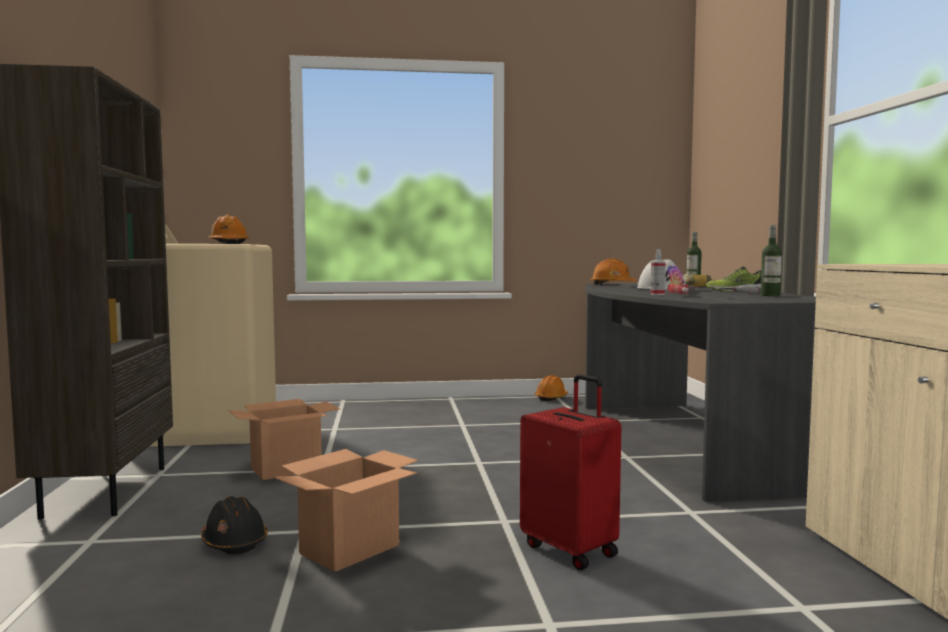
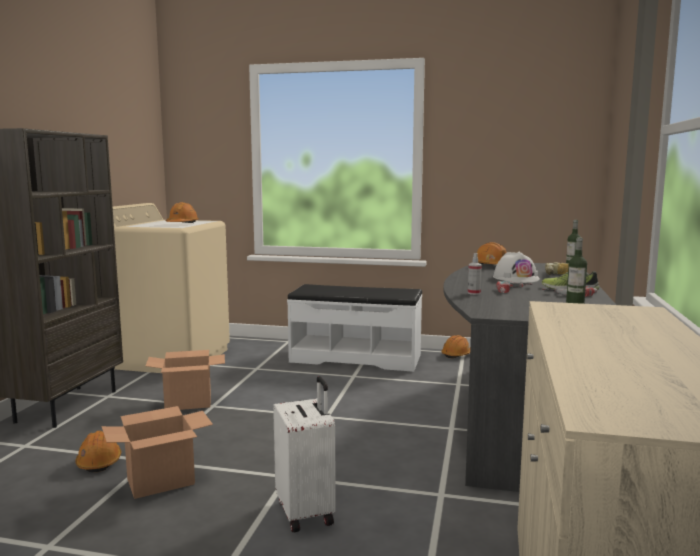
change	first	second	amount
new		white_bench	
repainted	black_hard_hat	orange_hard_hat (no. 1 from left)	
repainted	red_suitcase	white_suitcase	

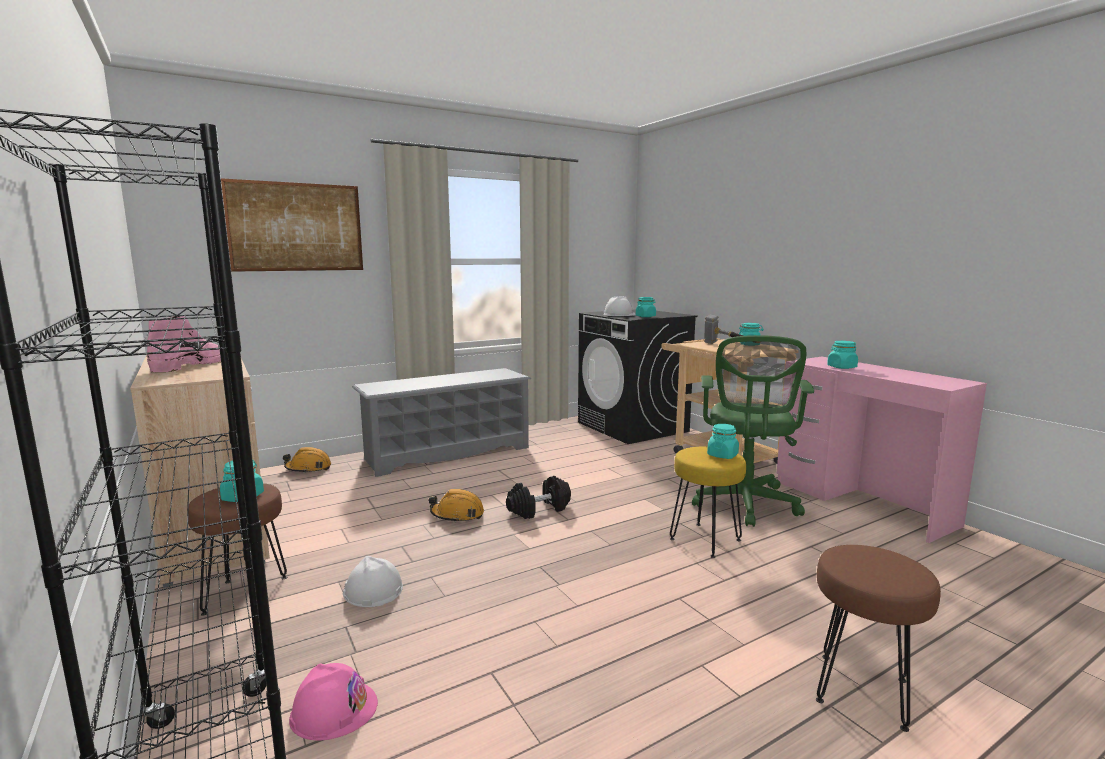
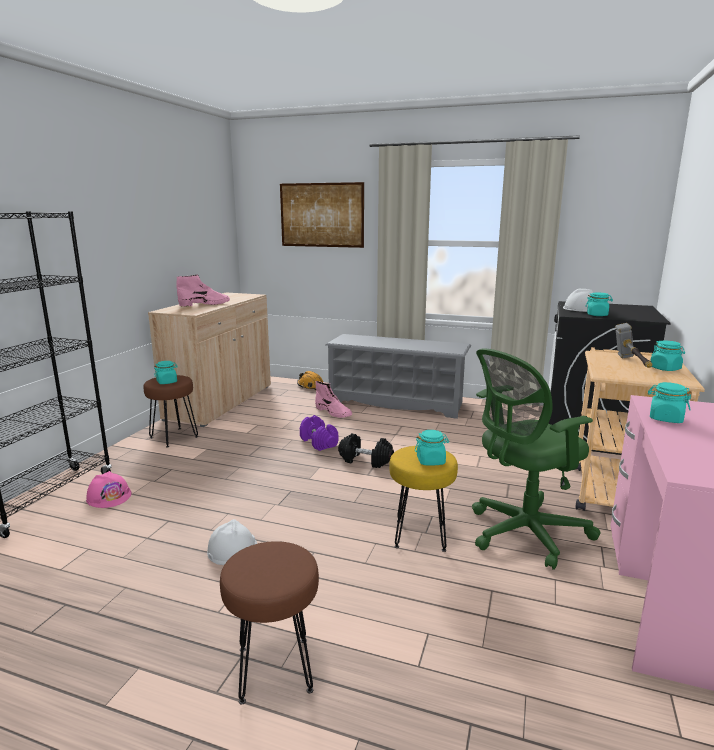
change	first	second	amount
new		pink_boot (no. 2 from left)	
shifted	white_hard_hat (no. 1 from left)		
swapped	orange_hard_hat (no. 2 from left)	purple_dumbbell	

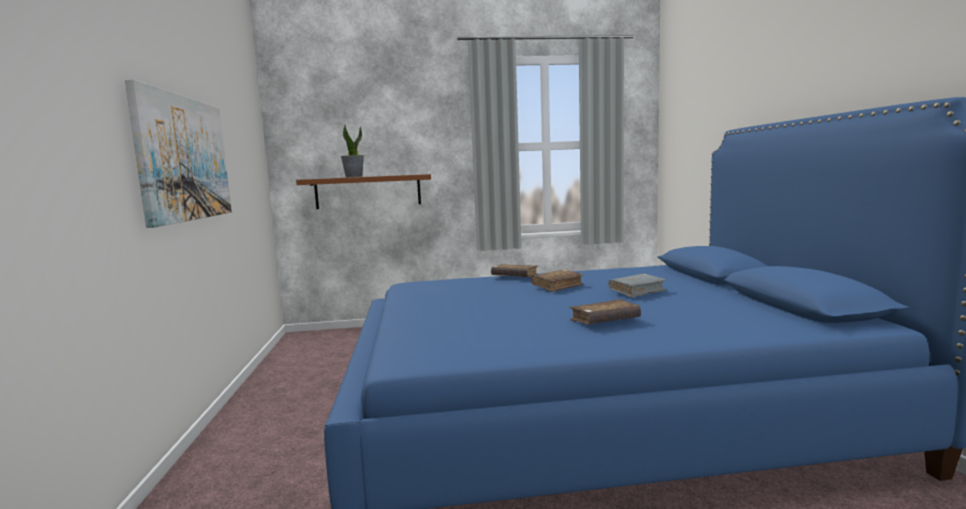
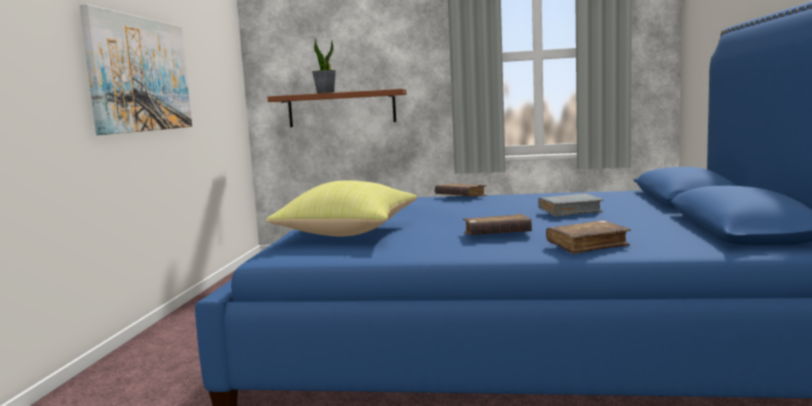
change	first	second	amount
new		yellow_pillow	
shifted	brown_book (no. 2 from left in the first image)	brown_book (no. 3 from left)	

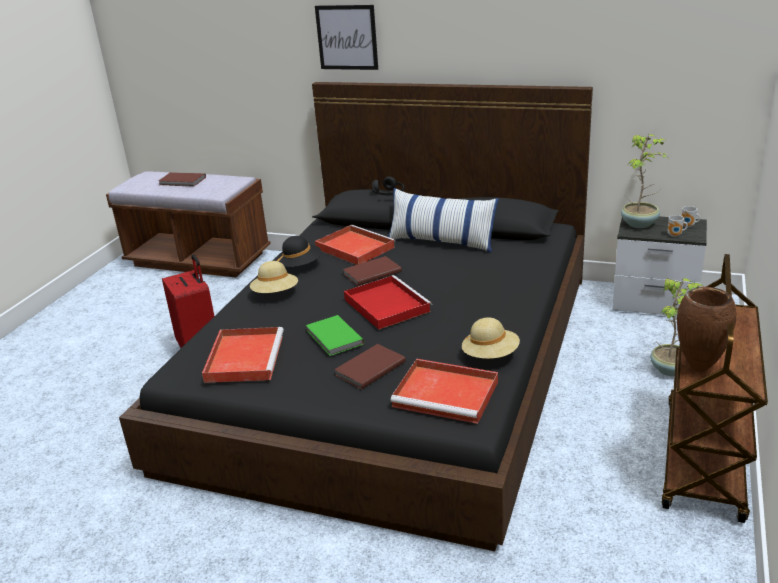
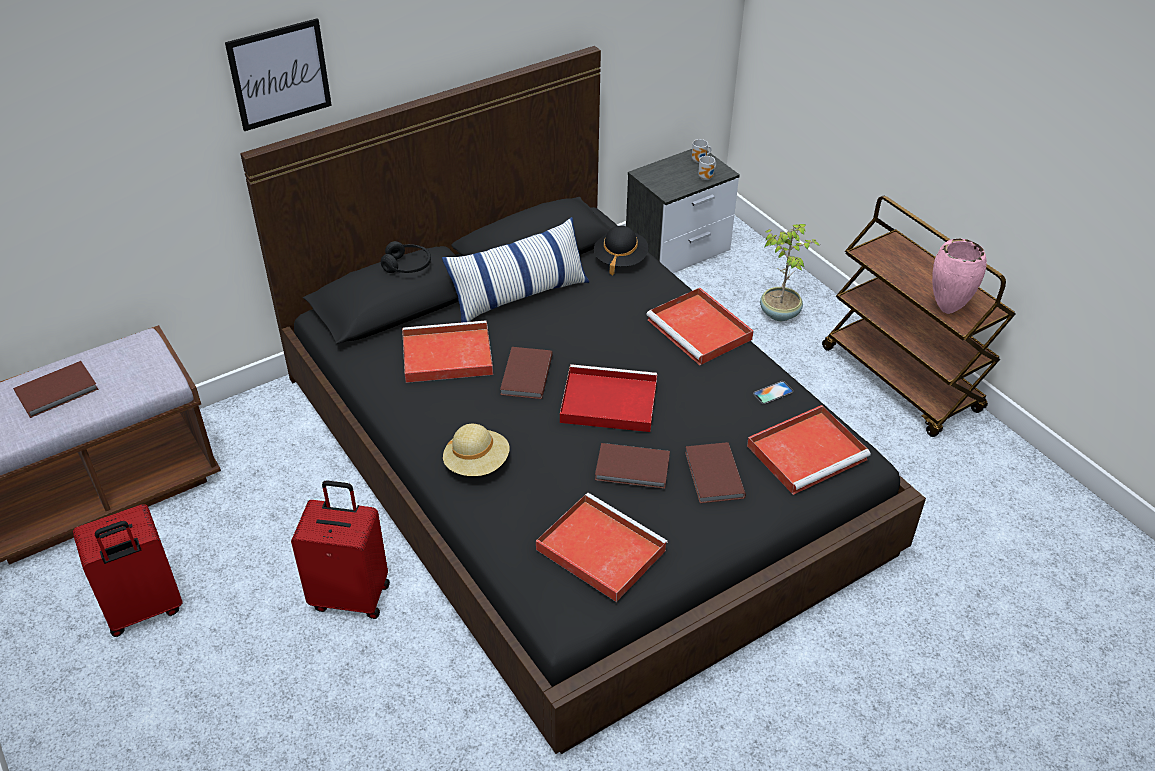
change	first	second	amount
gone	potted_plant (no. 1 from left)		
new		red_suitcase (no. 1 from left)	
new		red_tray (no. 4 from left)	
shifted	black_hat		
swapped	beige_hat (no. 2 from left)	phone	
repainted	green_book	brown_book (no. 3 from left)	
repainted	brown_vase	pink_vase	

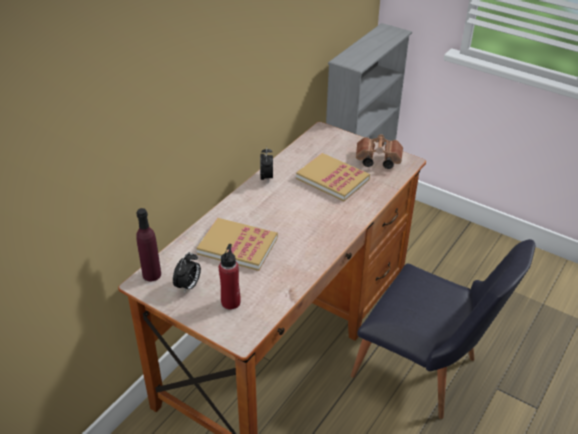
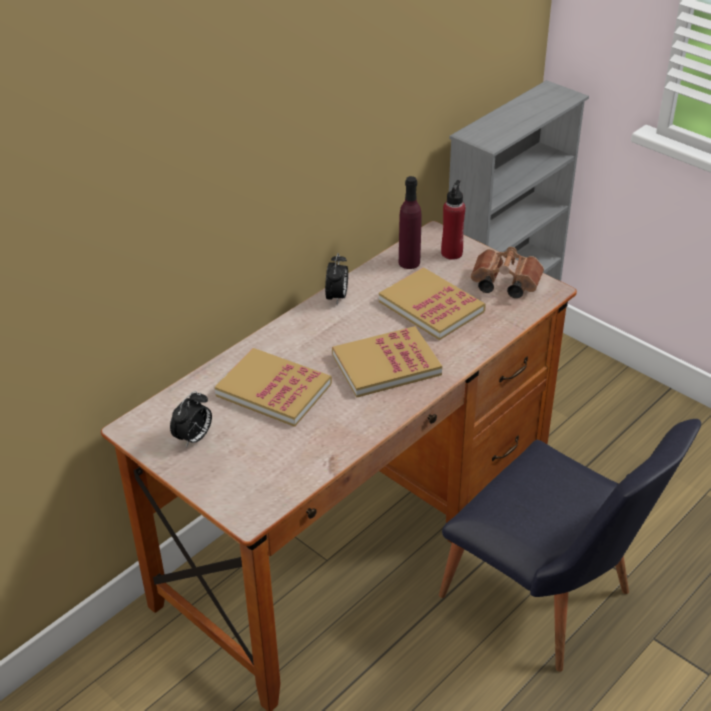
change	first	second	amount
new		book (no. 2 from left)	
shifted	purple_bottle		
shifted	red_bottle		

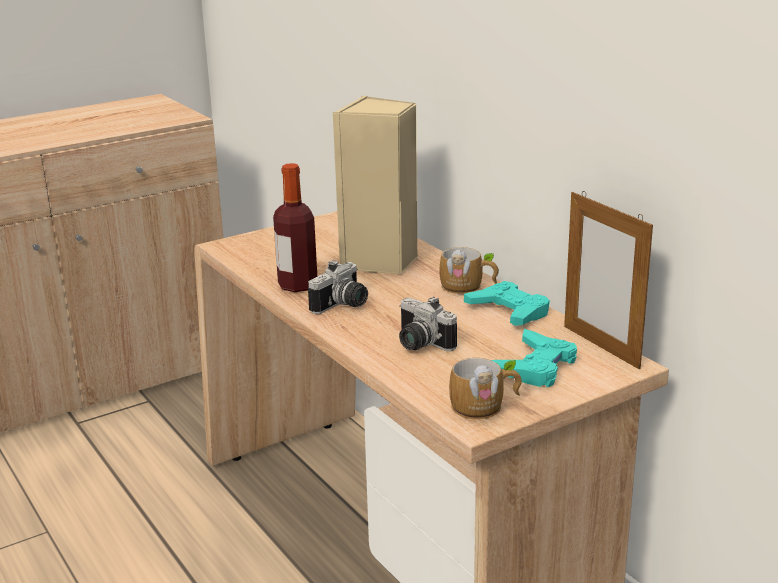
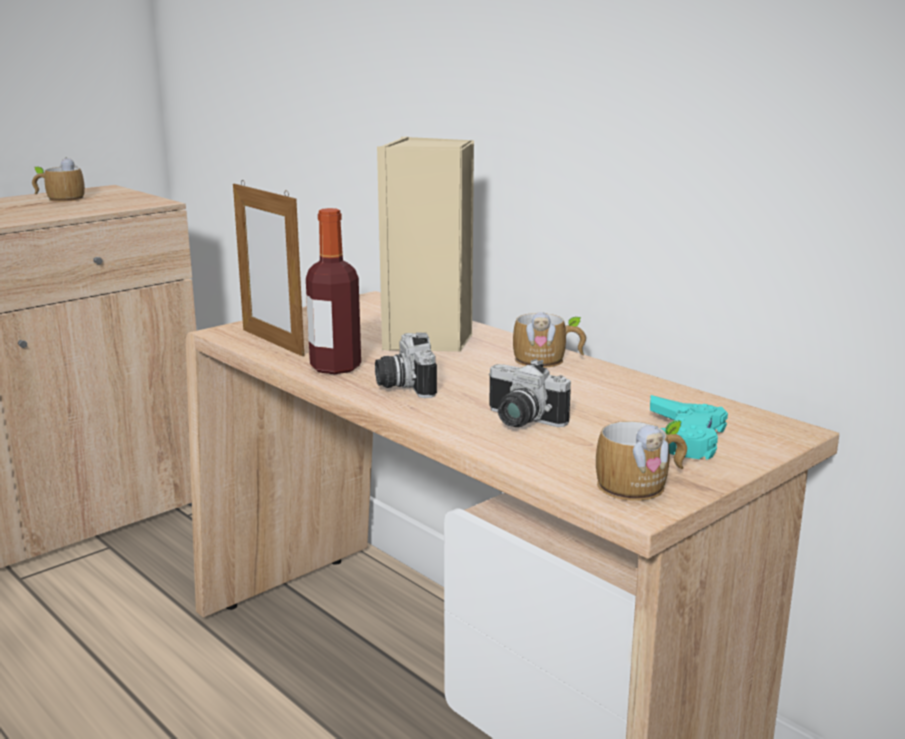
change	first	second	amount
gone	turquoise_game_controller (no. 1 from left)		
new		mug (no. 1 from left)	
shifted	picture_frame		
rotated	photo_camera (no. 1 from left)		135 degrees clockwise

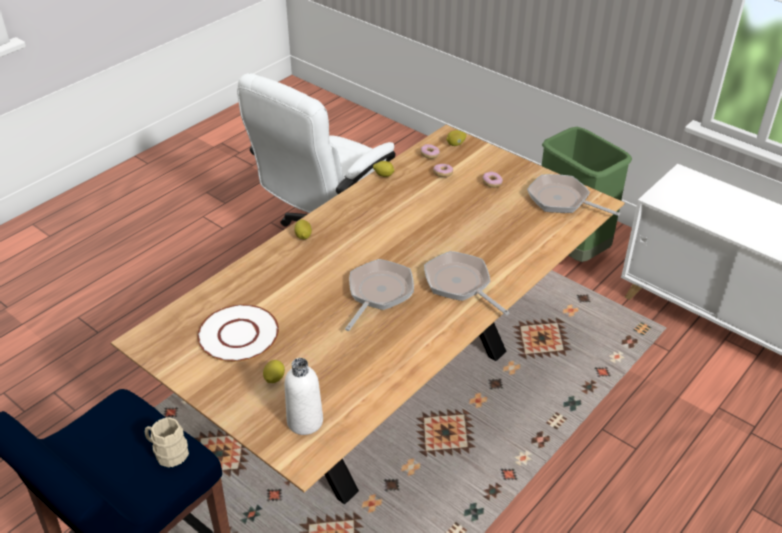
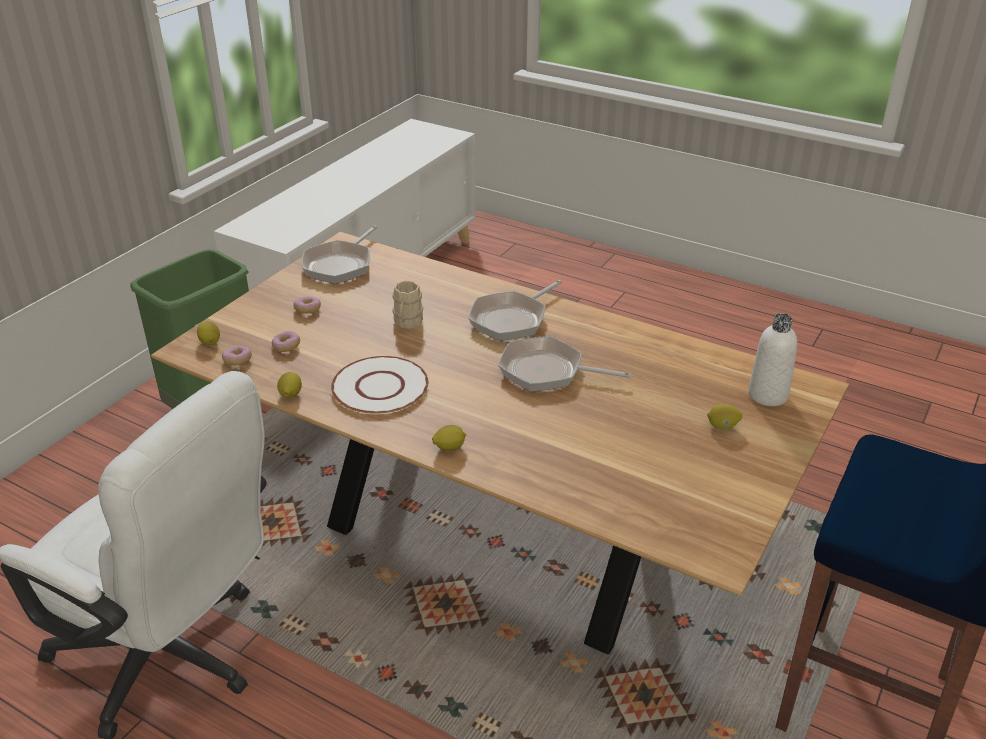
change	first	second	amount
shifted	beige_mug		
shifted	white_plate		

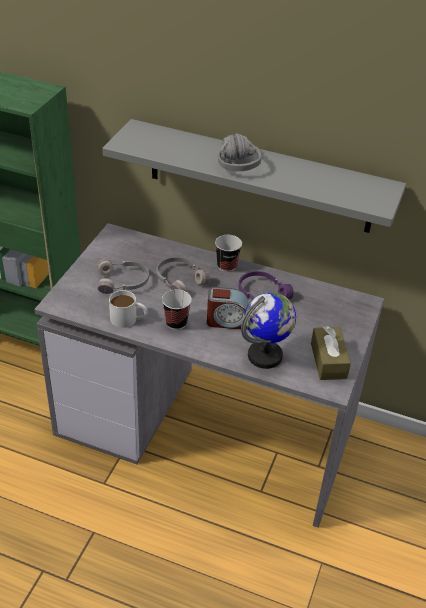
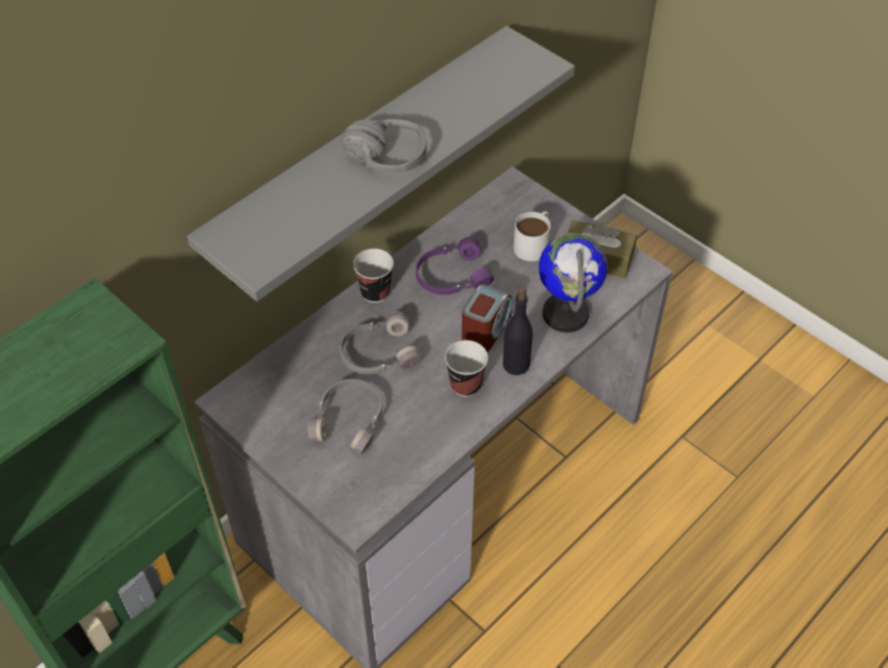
change	first	second	amount
new		black_bottle	
shifted	white_mug		

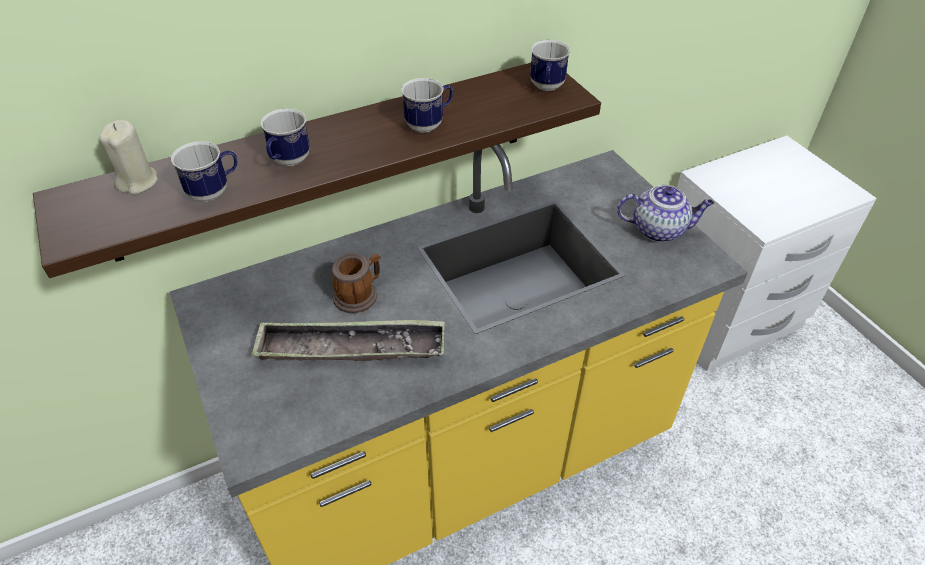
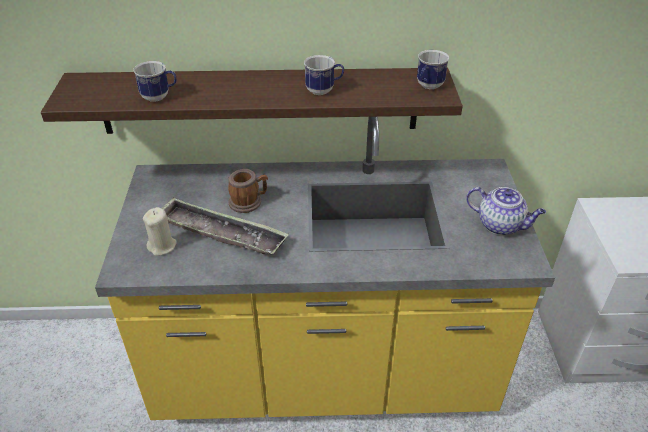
change	first	second	amount
gone	mug (no. 2 from left)		
shifted	beige_candle		

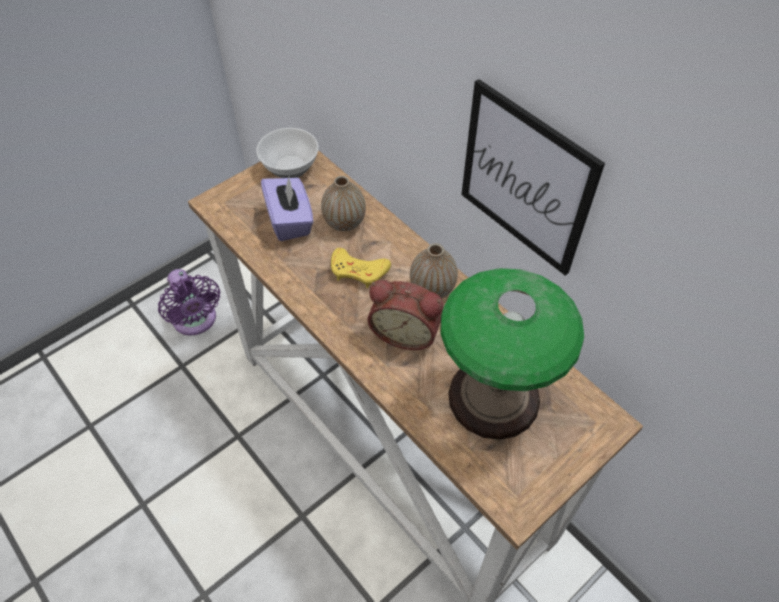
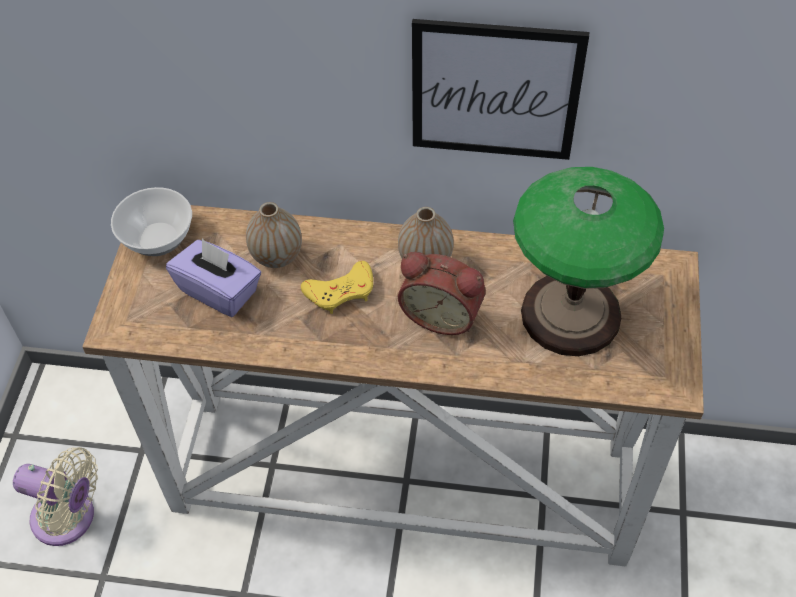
change	first	second	amount
repainted	purple_fan	beige_fan	
rotated	alarm_clock		45 degrees clockwise

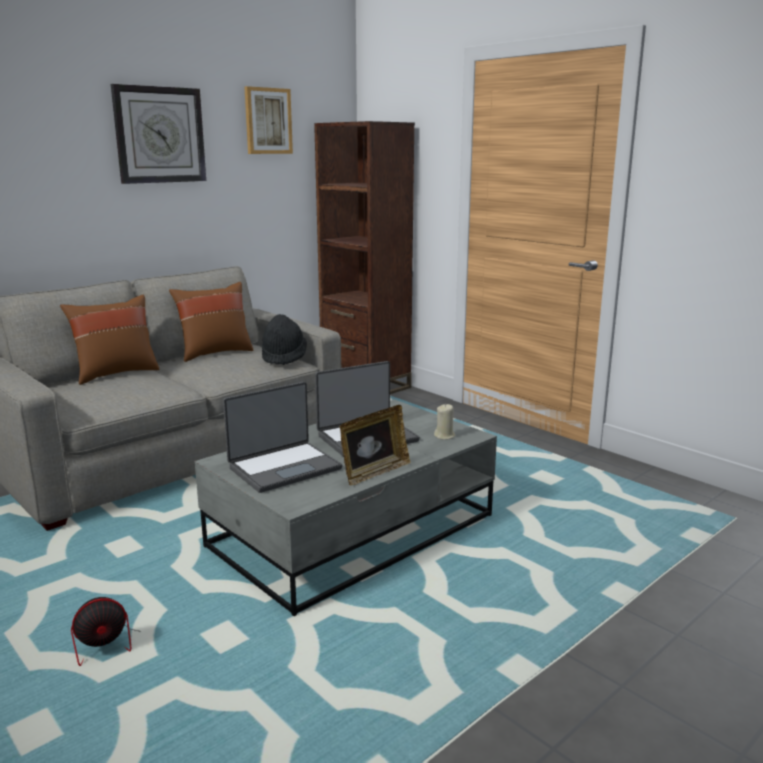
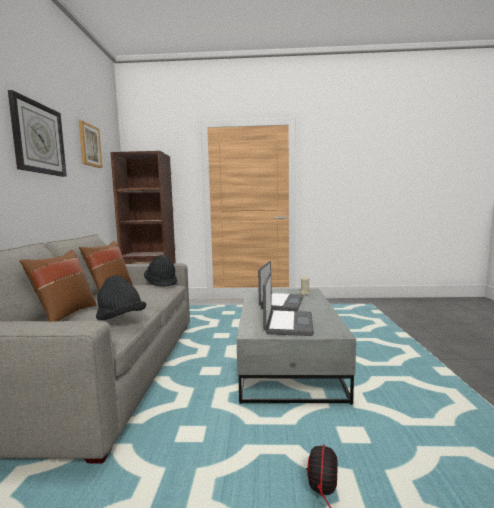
change	first	second	amount
gone	picture_frame		
new		black_hat (no. 1 from left)	

